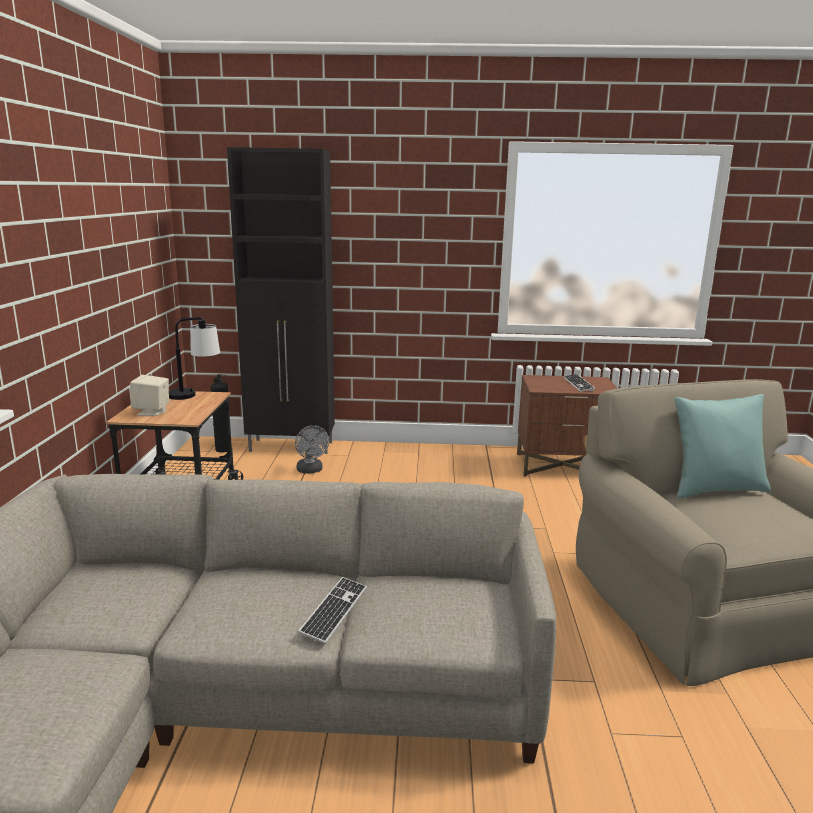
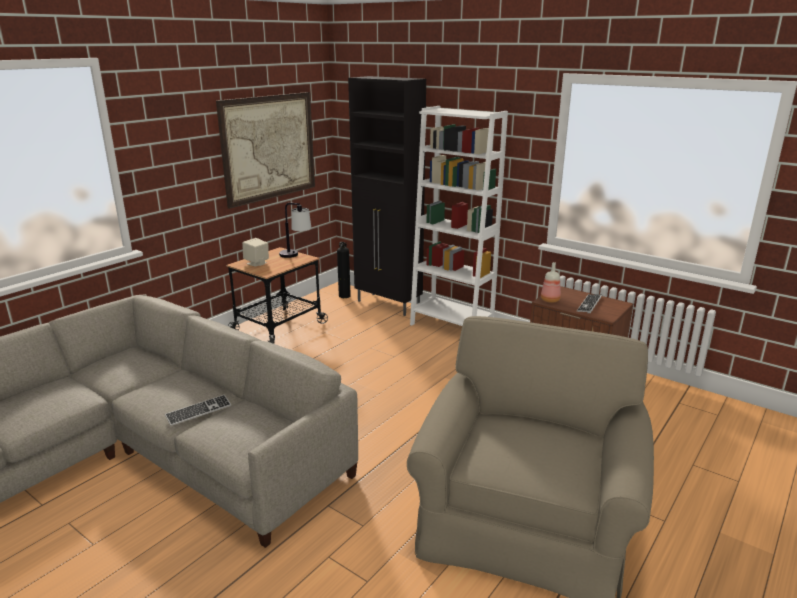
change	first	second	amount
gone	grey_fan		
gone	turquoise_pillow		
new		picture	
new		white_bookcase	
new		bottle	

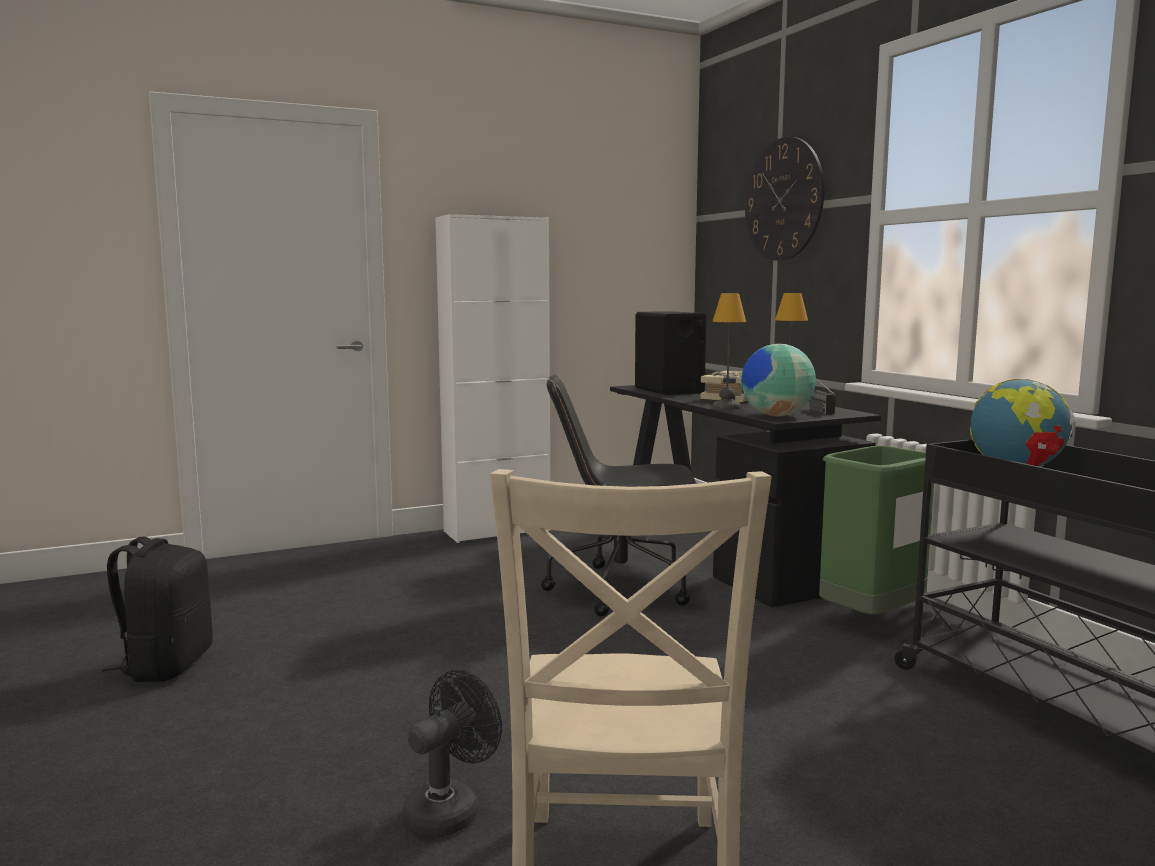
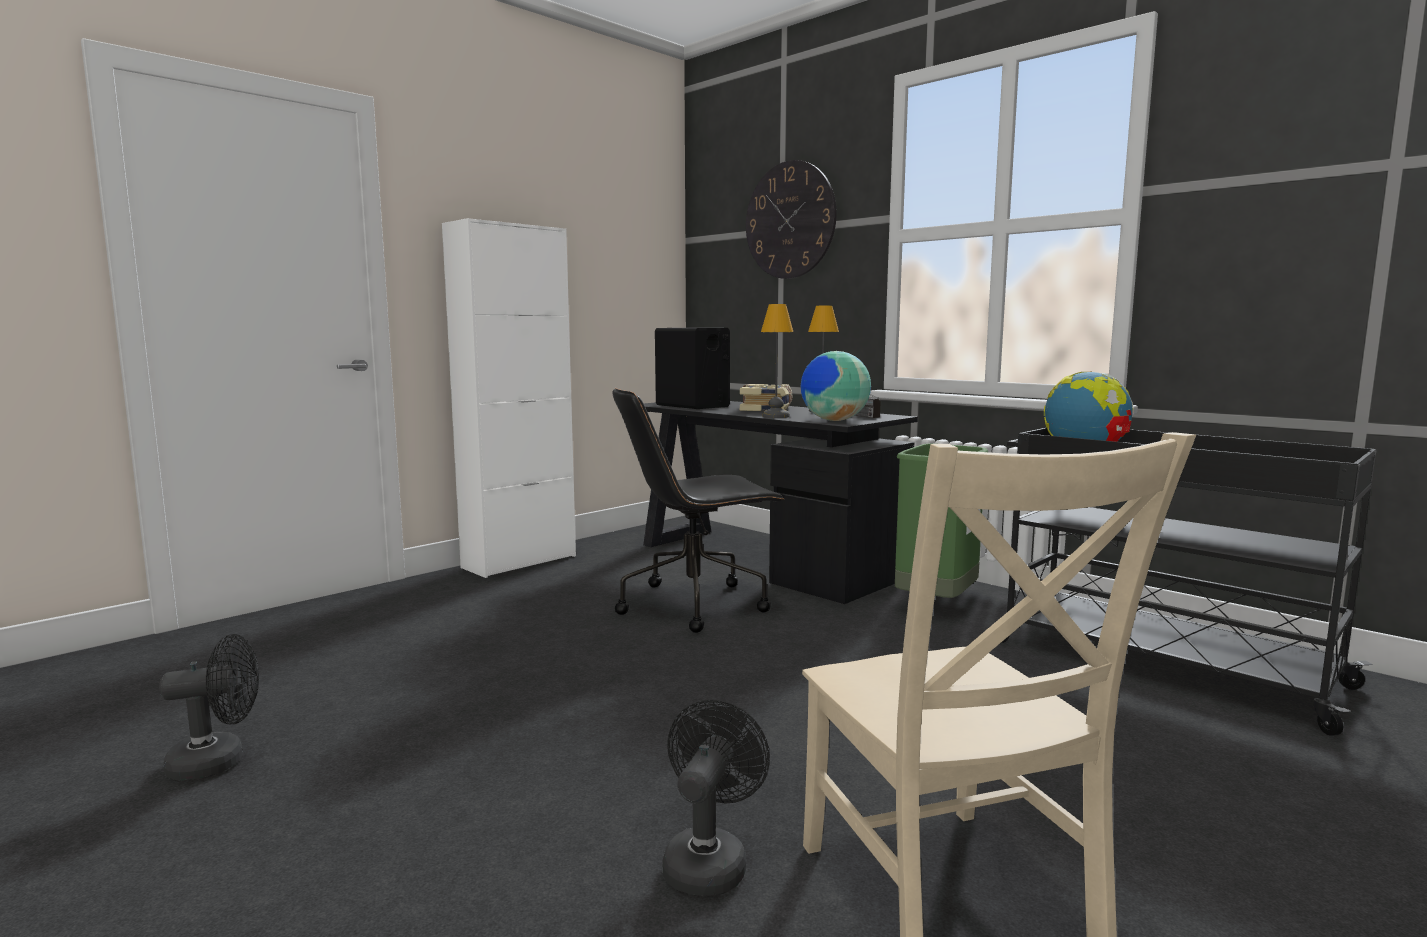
change	first	second	amount
swapped	black_backpack	black_fan (no. 1 from left)	

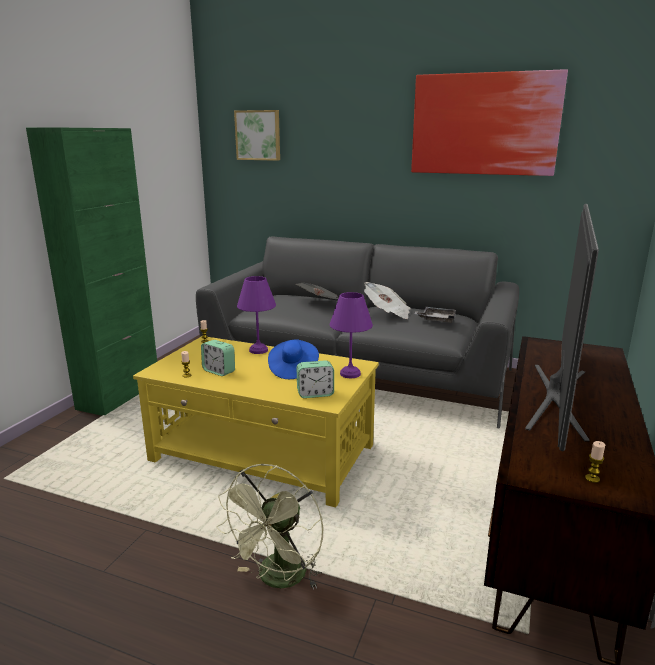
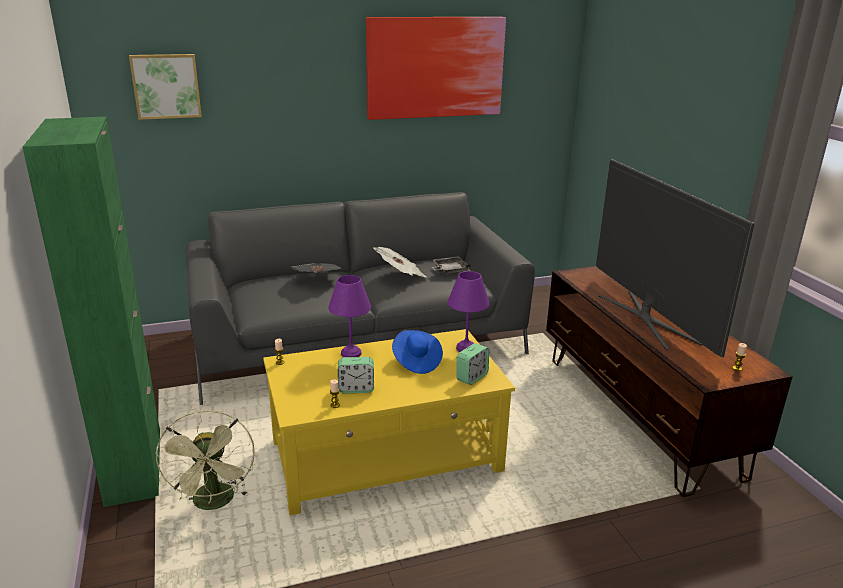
change	first	second	amount
shifted	green_fan		

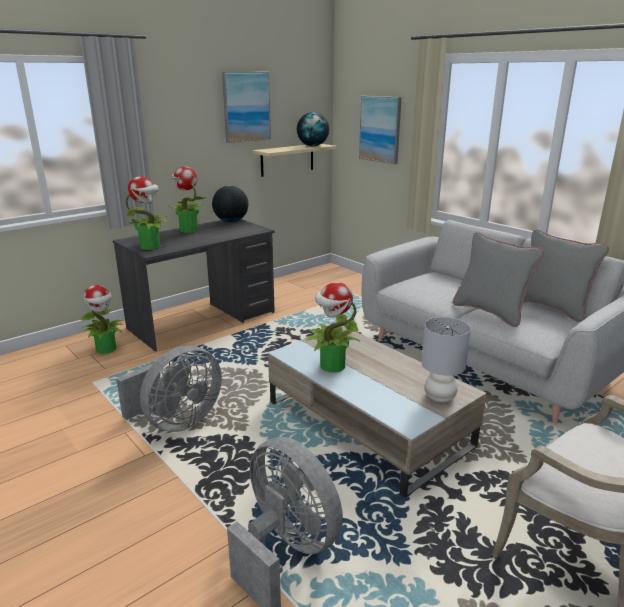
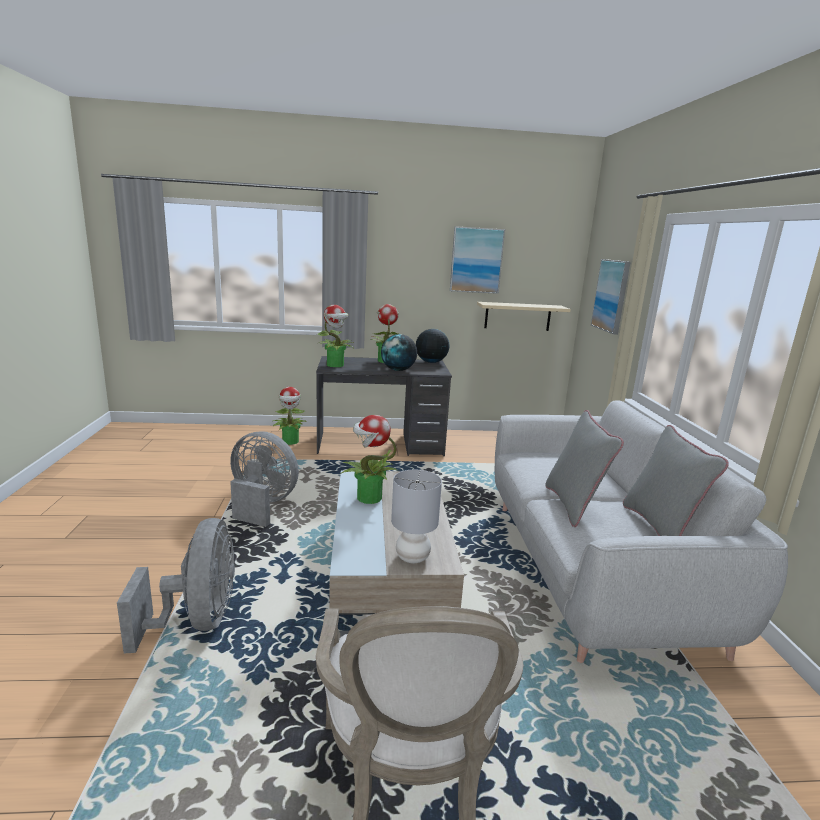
change	first	second	amount
shifted	globe (no. 2 from left in the first image)	globe (no. 1 from left)	
rotated	grey_fan (no. 1 from left in the first image)	grey_fan (no. 2 from left)	150 degrees counterclockwise

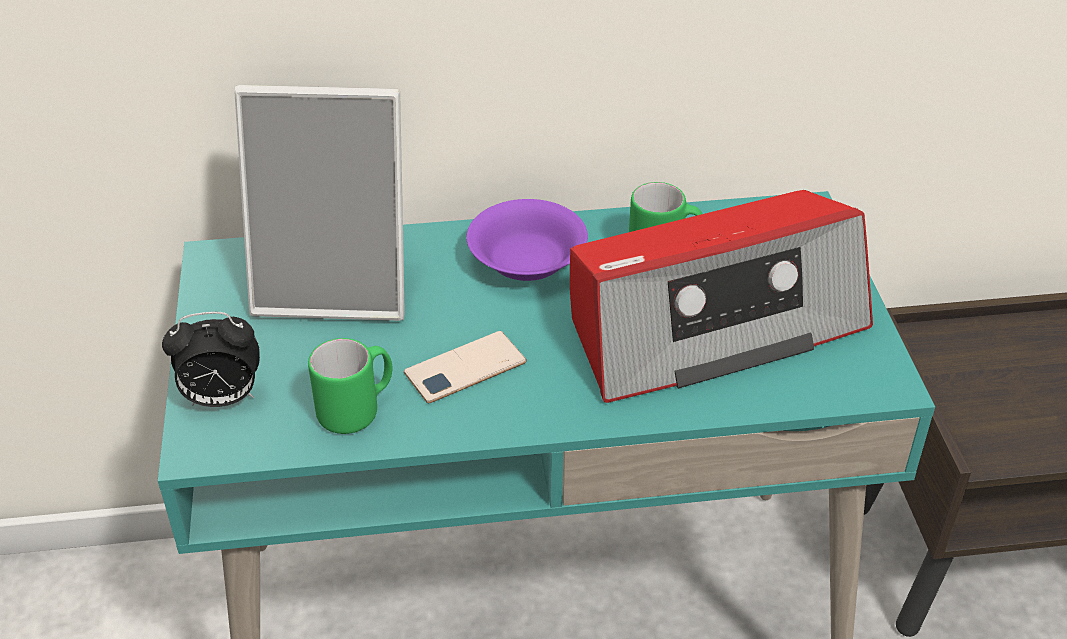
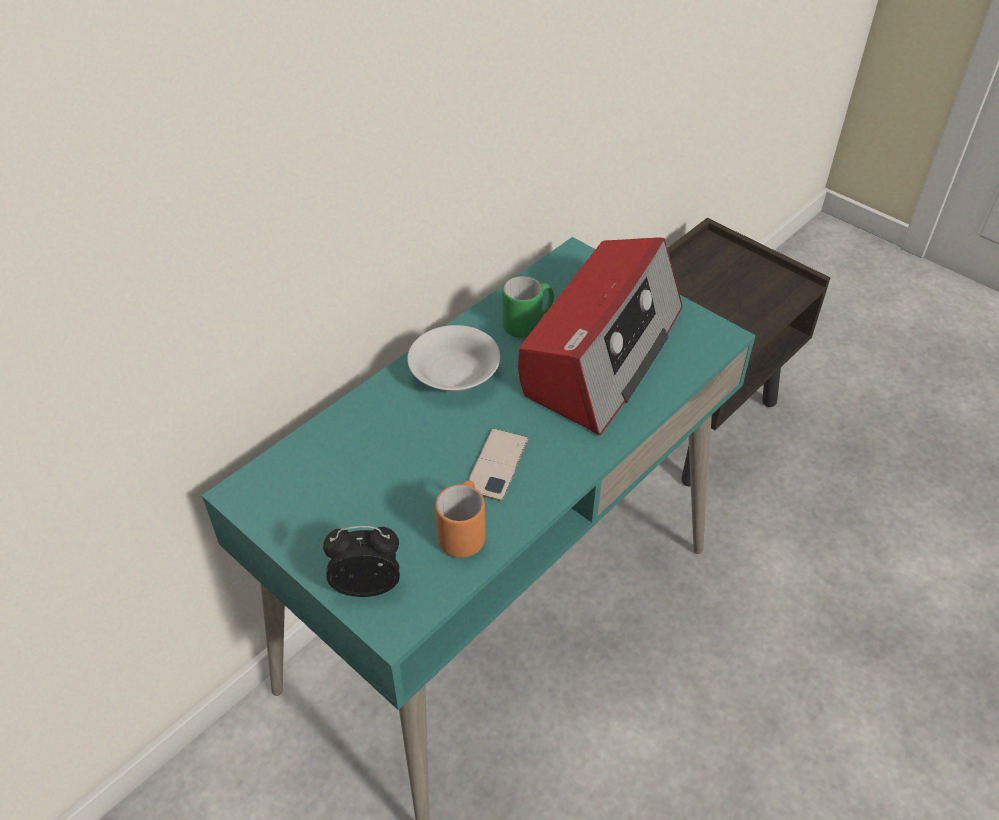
change	first	second	amount
gone	picture_frame		
repainted	green_mug (no. 1 from left)	orange_mug	
repainted	purple_bowl	white_bowl	
rotated	alarm_clock		135 degrees counterclockwise

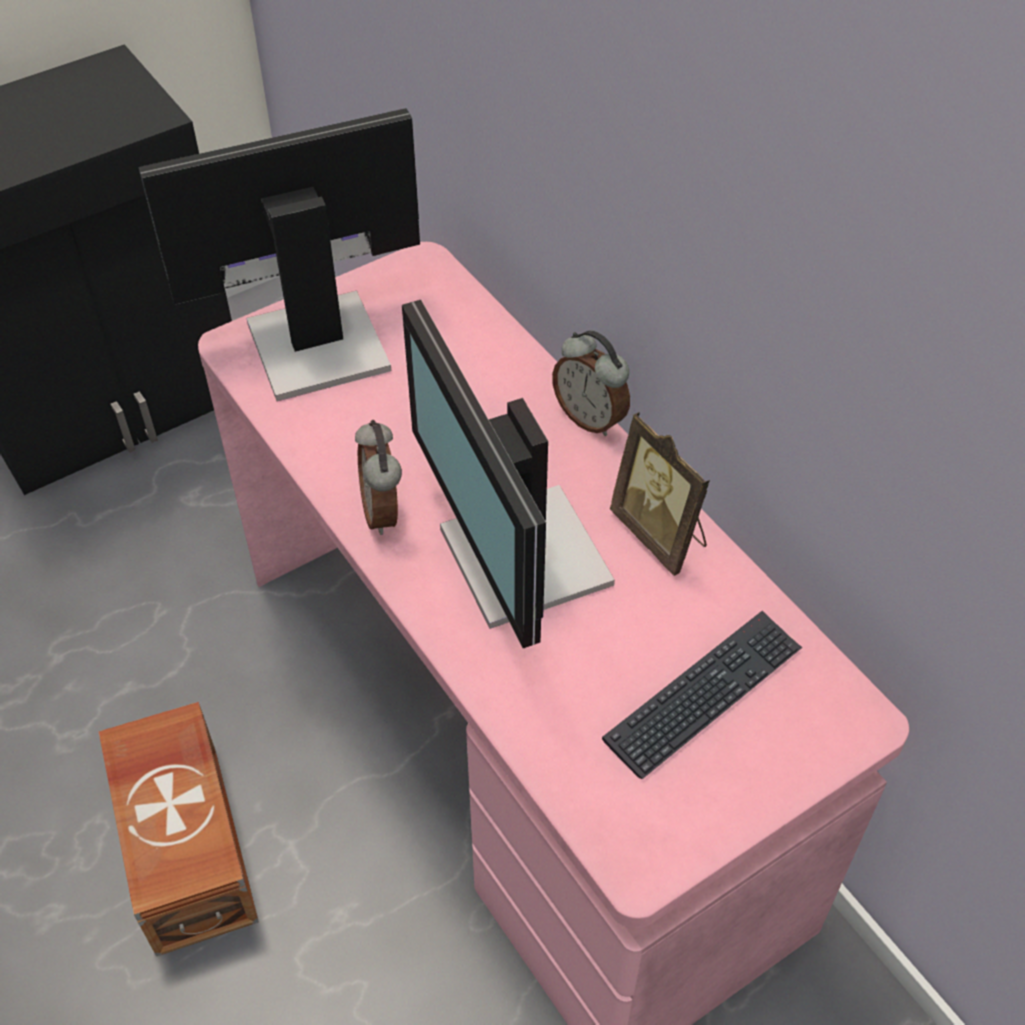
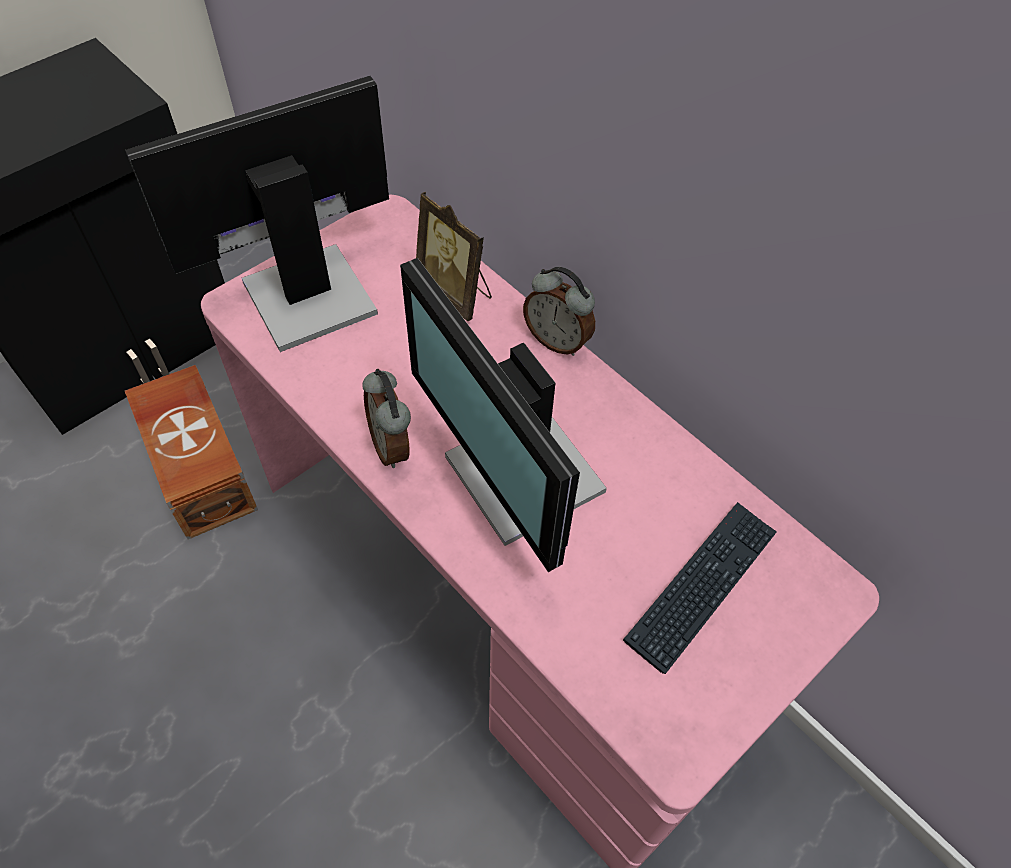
change	first	second	amount
shifted	brown_storage_box		
shifted	picture_frame		

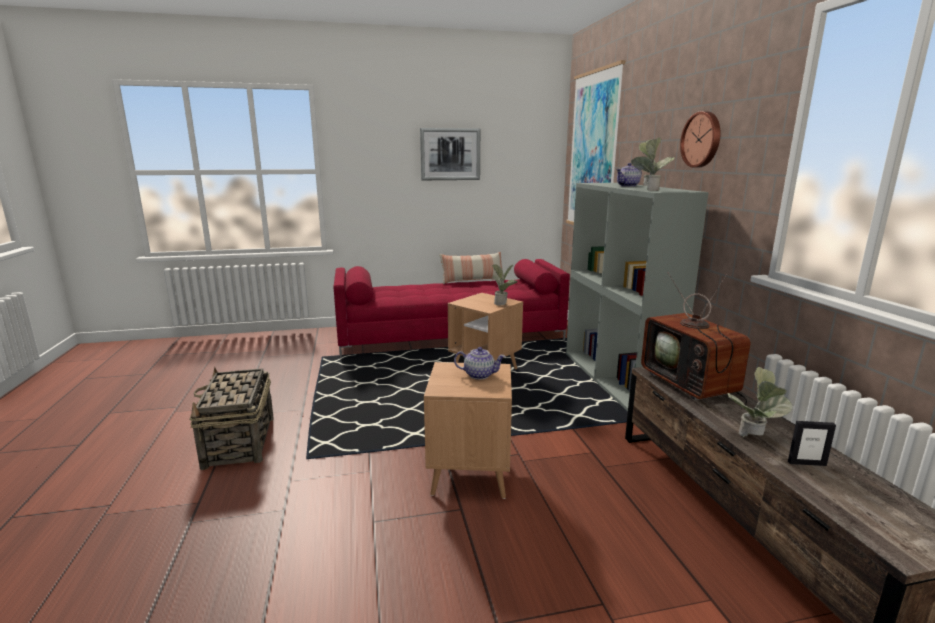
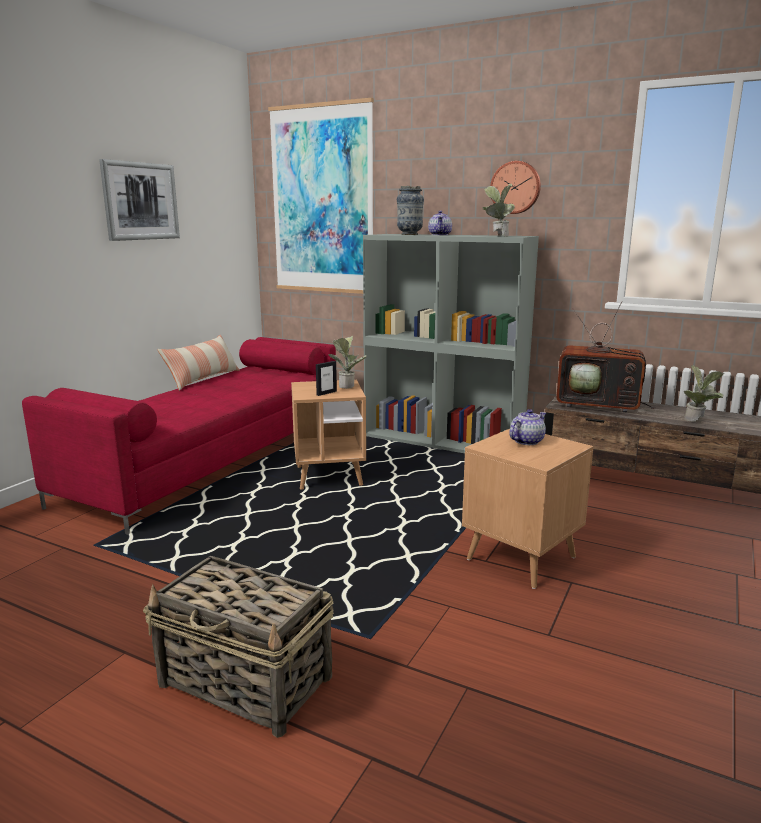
change	first	second	amount
new		vase	
shifted	picture_frame		

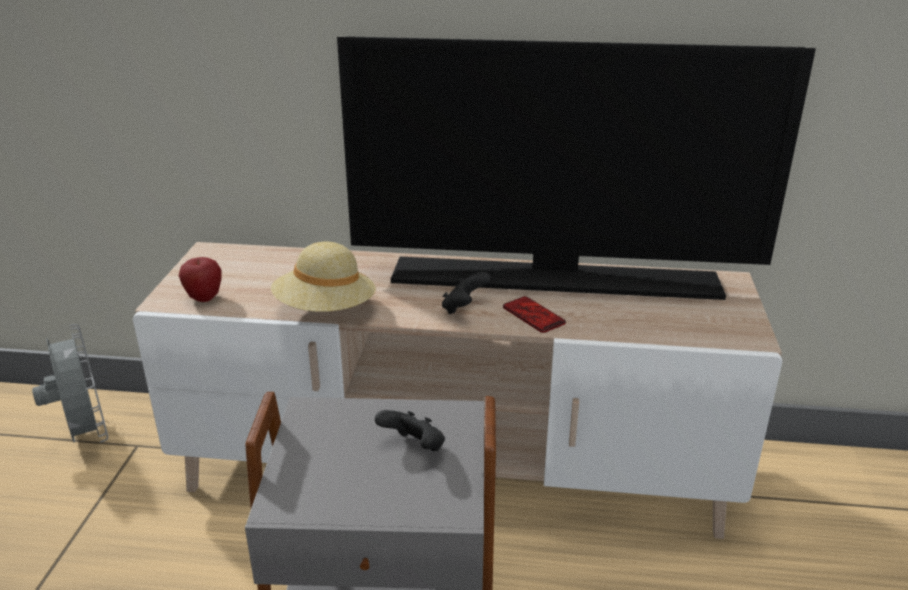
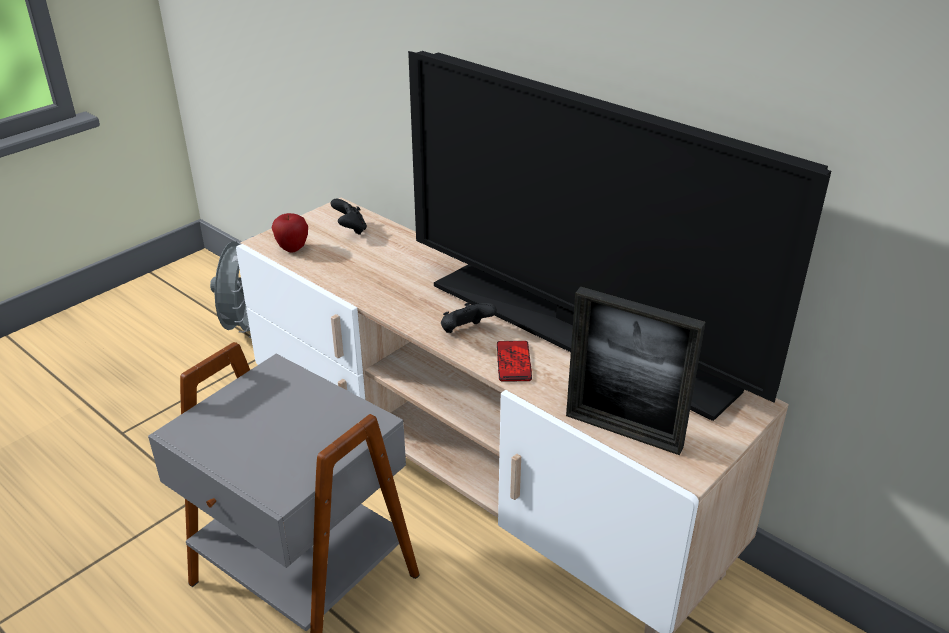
change	first	second	amount
gone	beige_hat		
new		picture_frame	
shifted	black_game_controller (no. 1 from left)		

